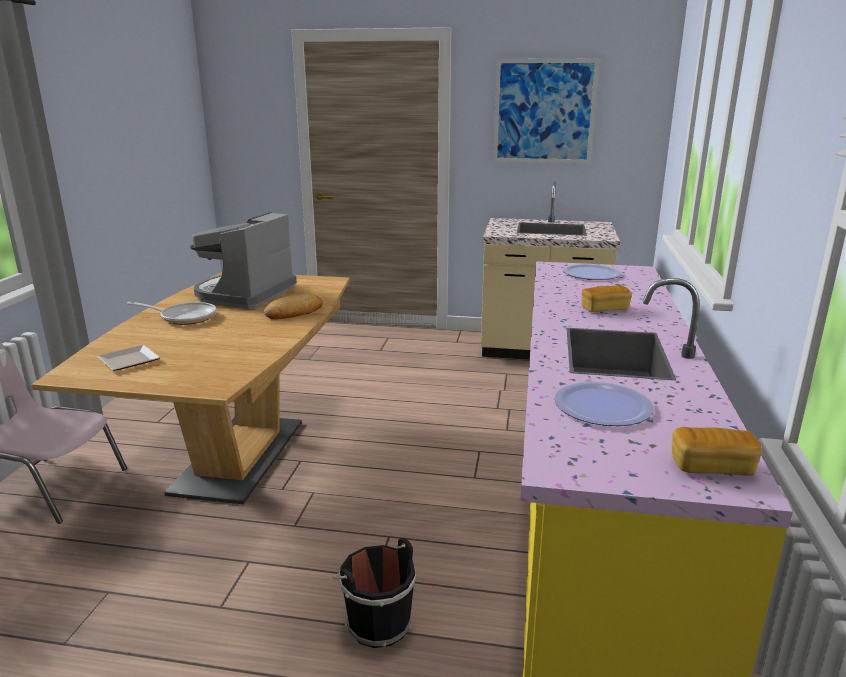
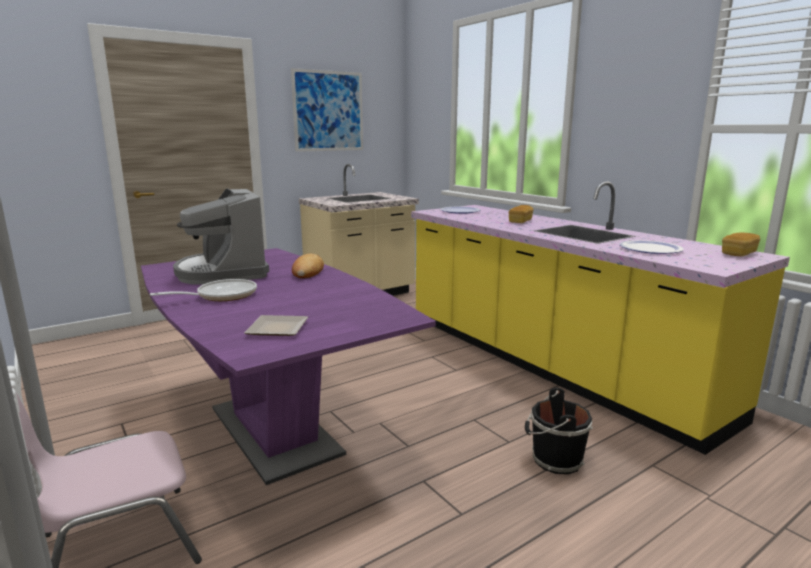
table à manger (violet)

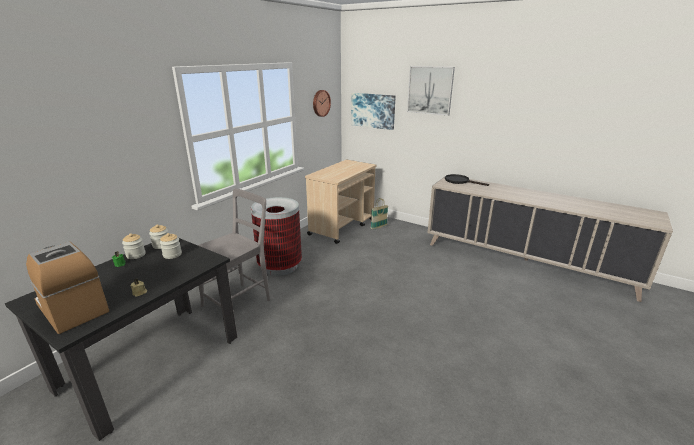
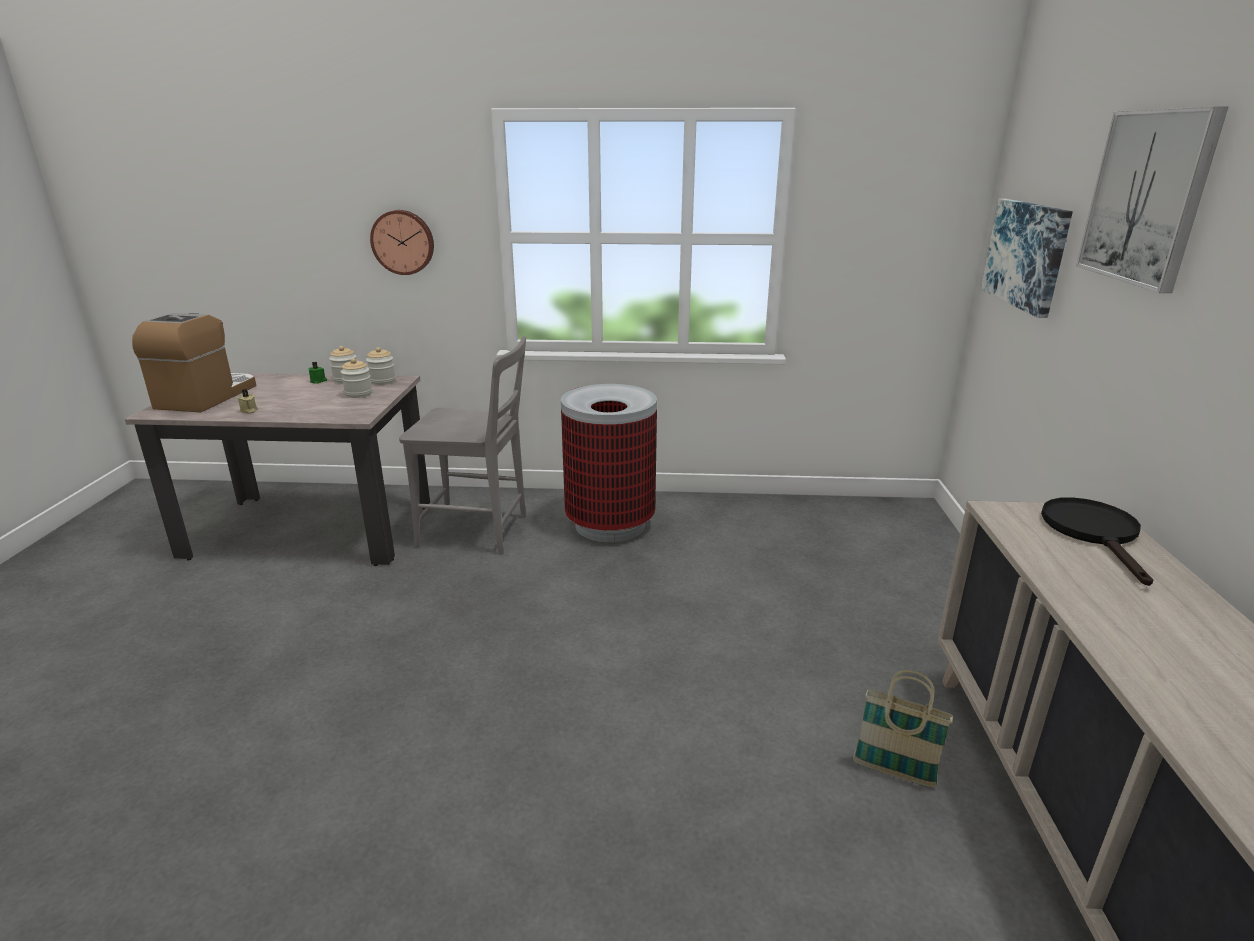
table à manger (beige)
horloge murale
panier
chariot (beige)

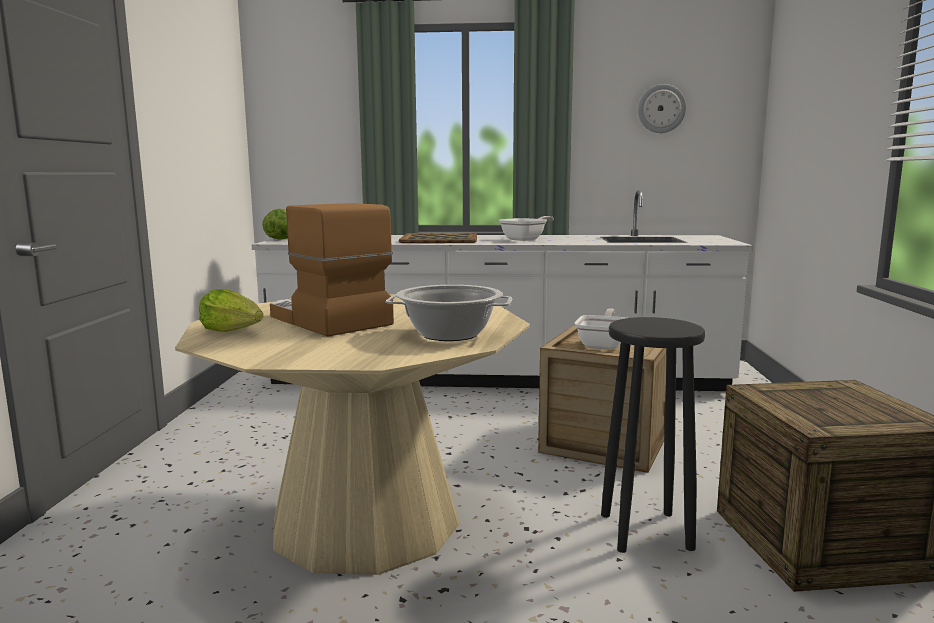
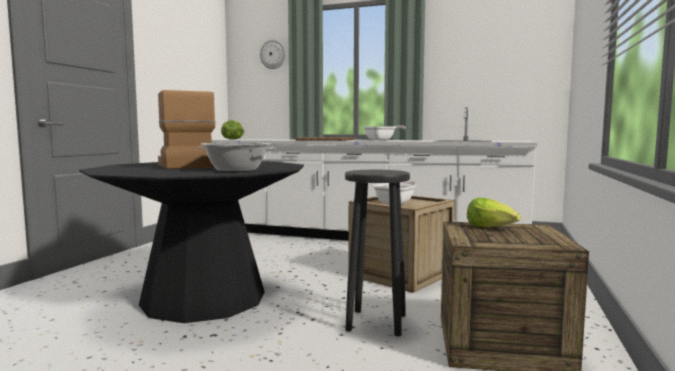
table à manger (noir)
horloge murale
laitue (no. 2 from left)

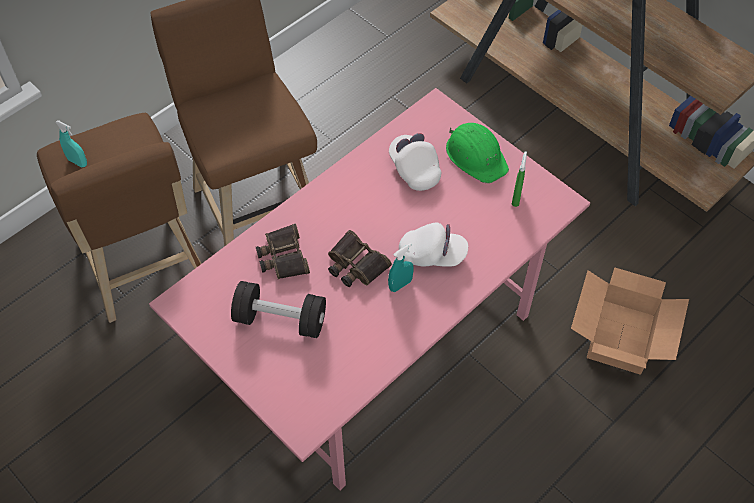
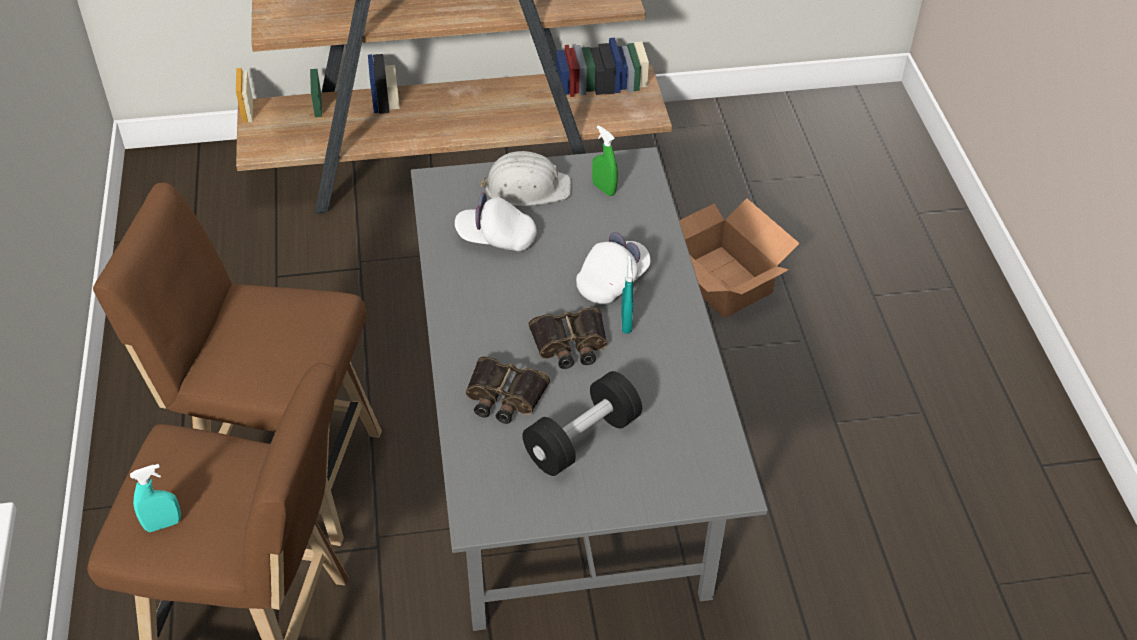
table à manger (gris)
casque de chantier (blanc)

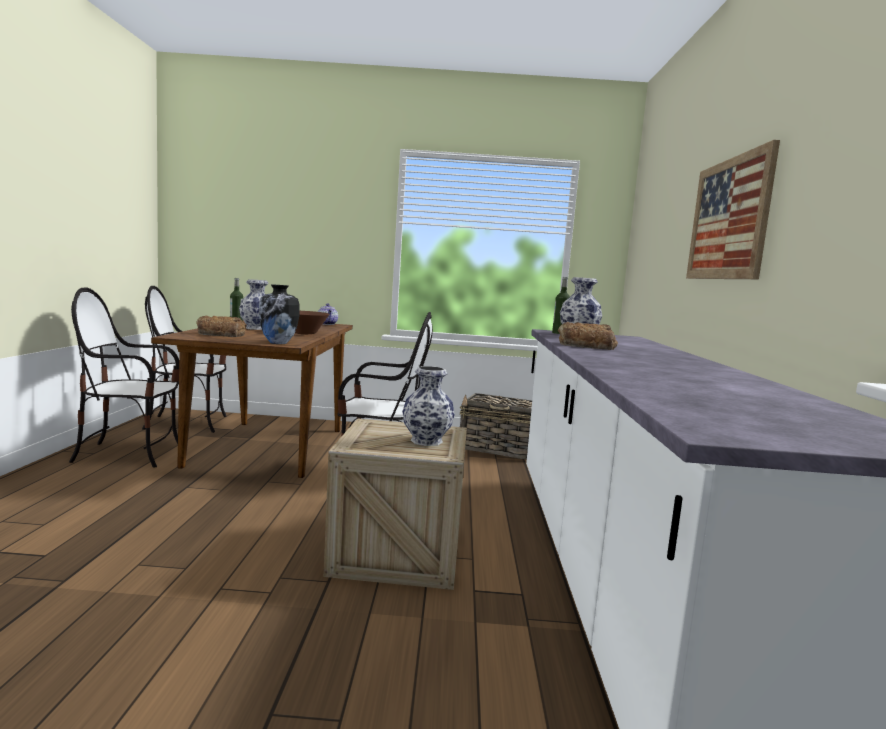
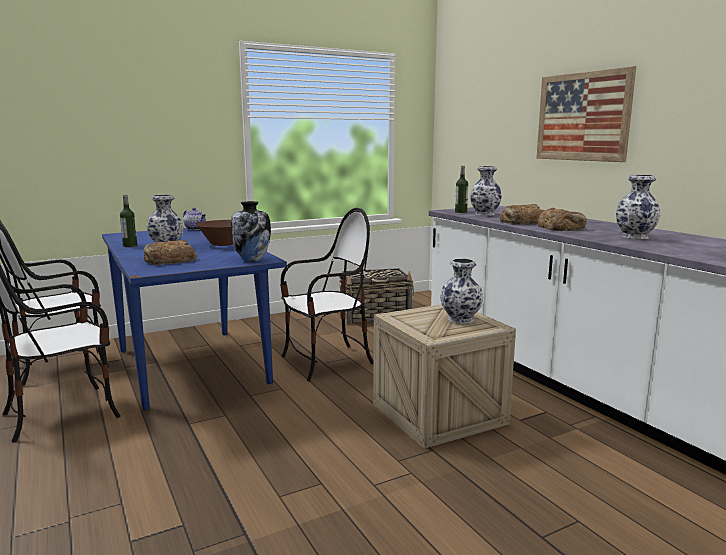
table à manger (bleu)
pain (no. 3 from left)
vase (no. 5 from left)

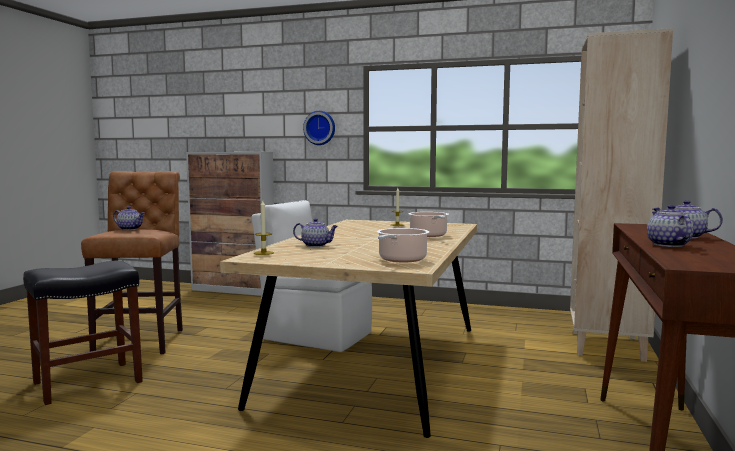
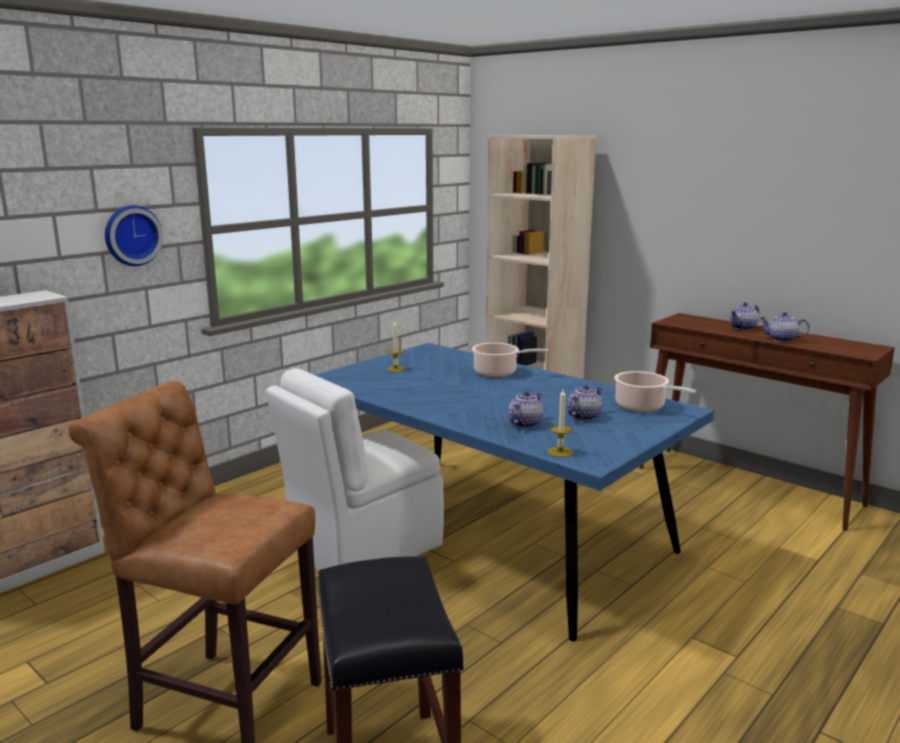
table à manger (bleu)
théière (no. 2 from left)

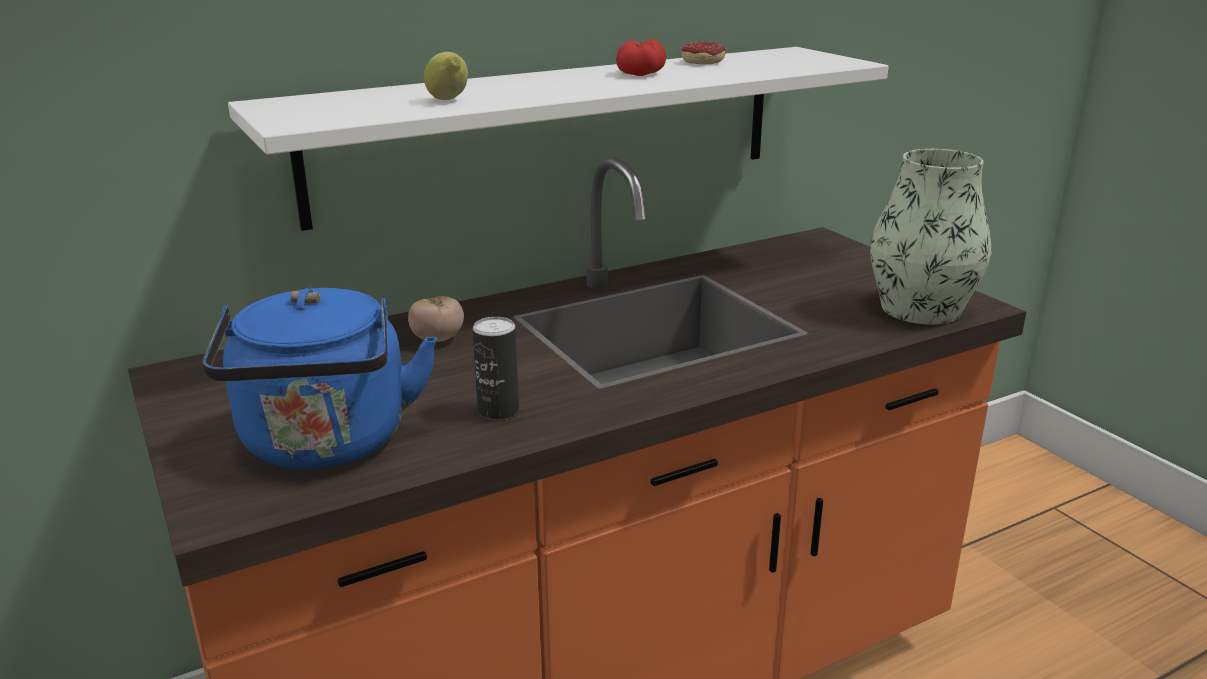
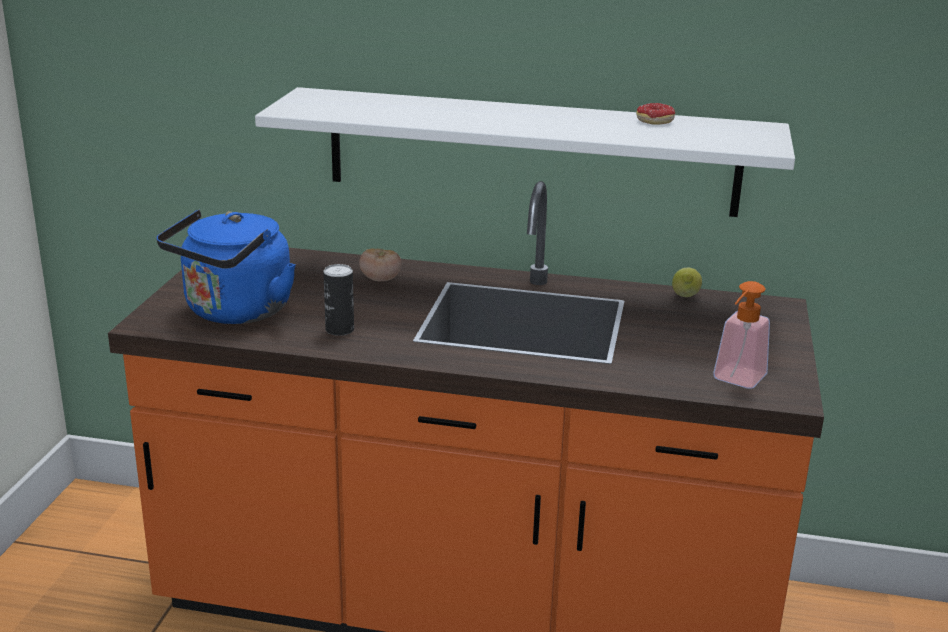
citron
distributeur de savon
tomate (no. 2 from left in the first image)

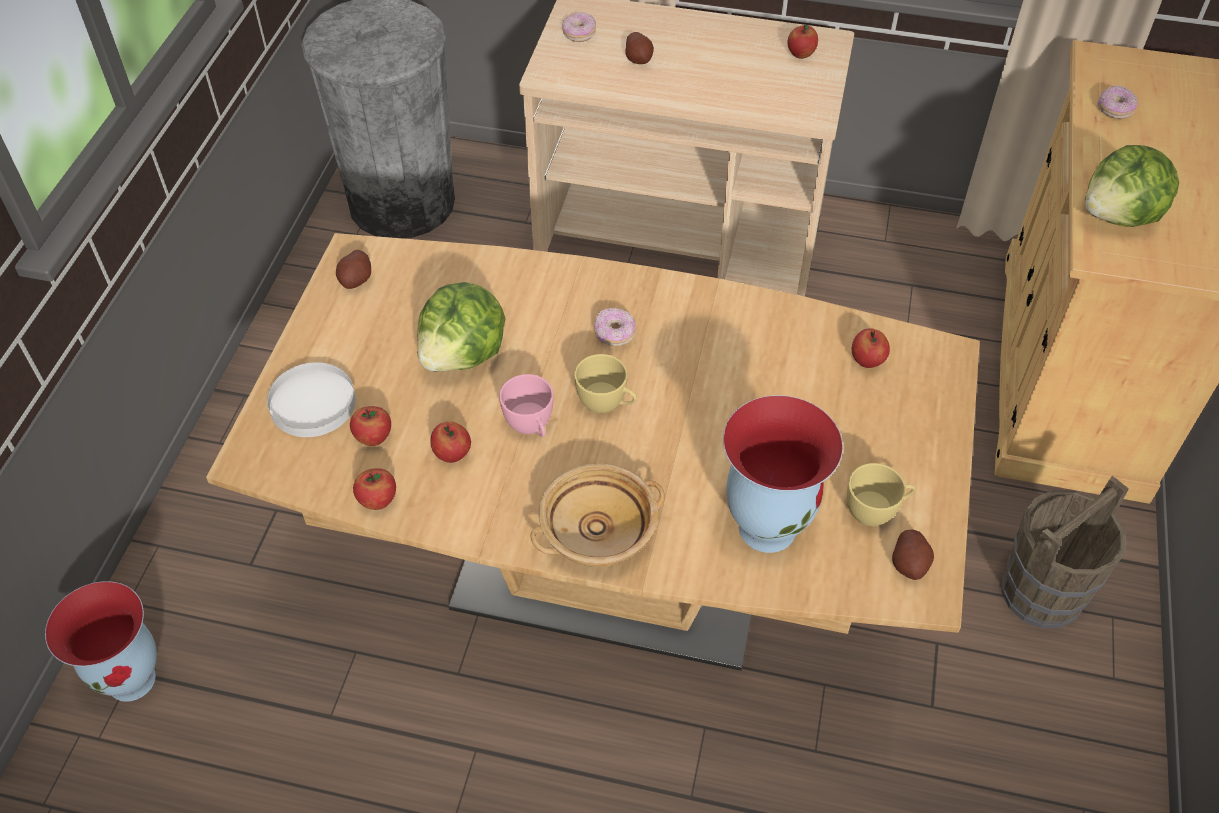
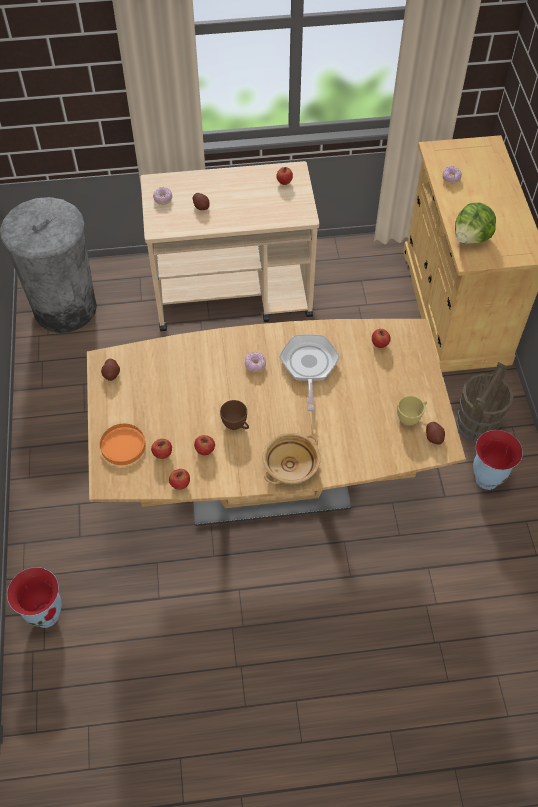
assiette (orange)
tasse (marron)
poêle
vase (no. 2 from left)
laitue (no. 1 from left in the first image)
tasse (jaune) (no. 1 from left in the first image)

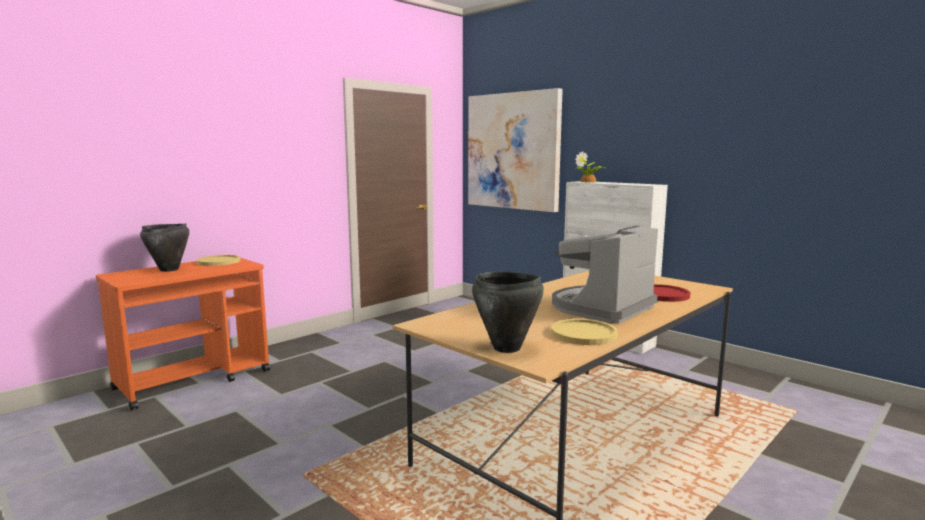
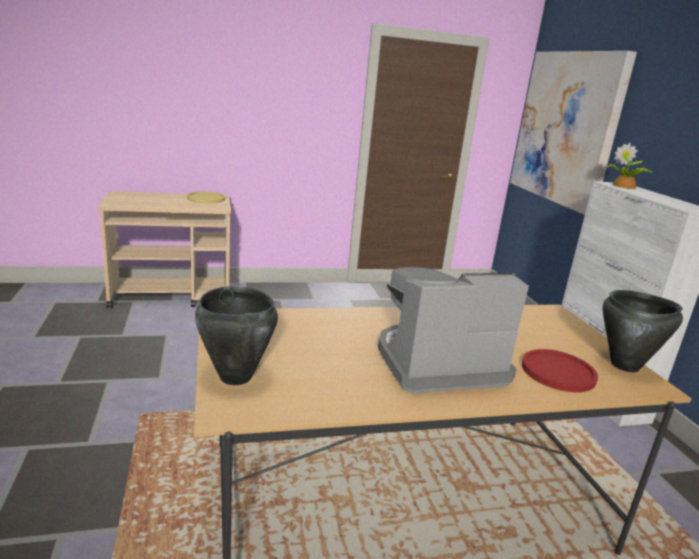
chariot (beige)
marmite (noir) (no. 2 from left)
assiette (jaune) (no. 2 from left in the first image)

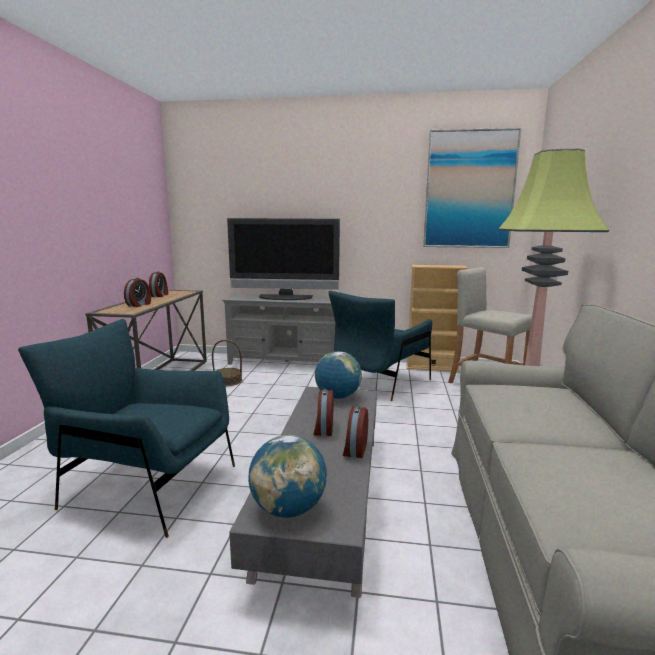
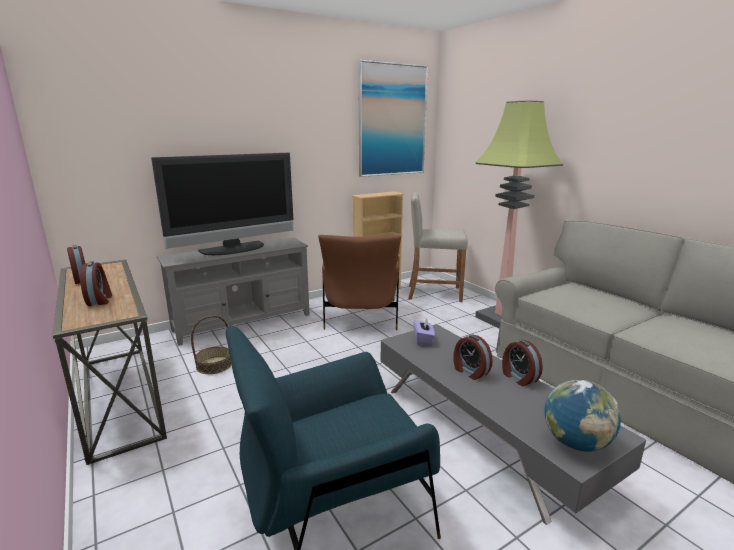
fauteuil (marron)
boîte à mouchoirs (violet)

